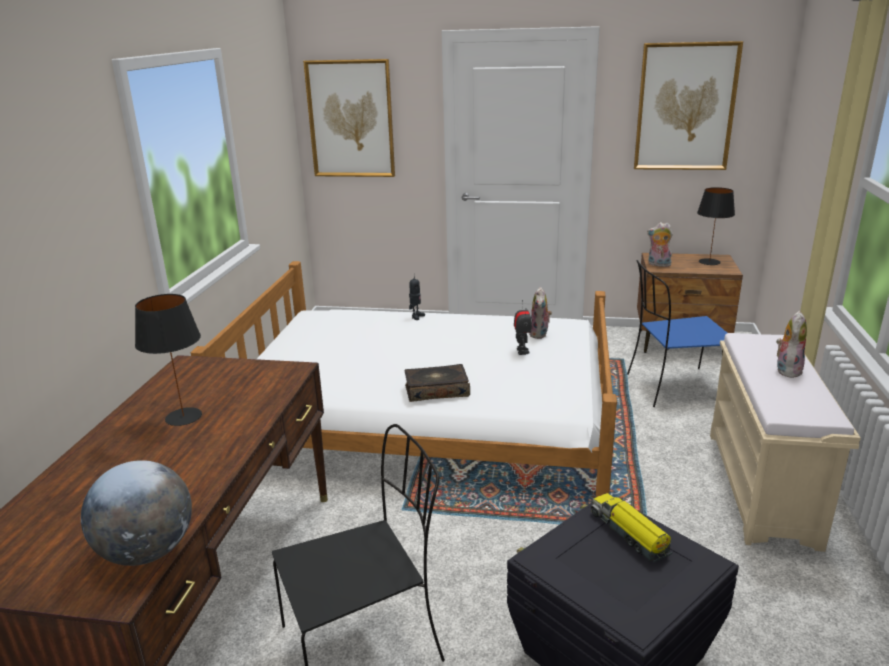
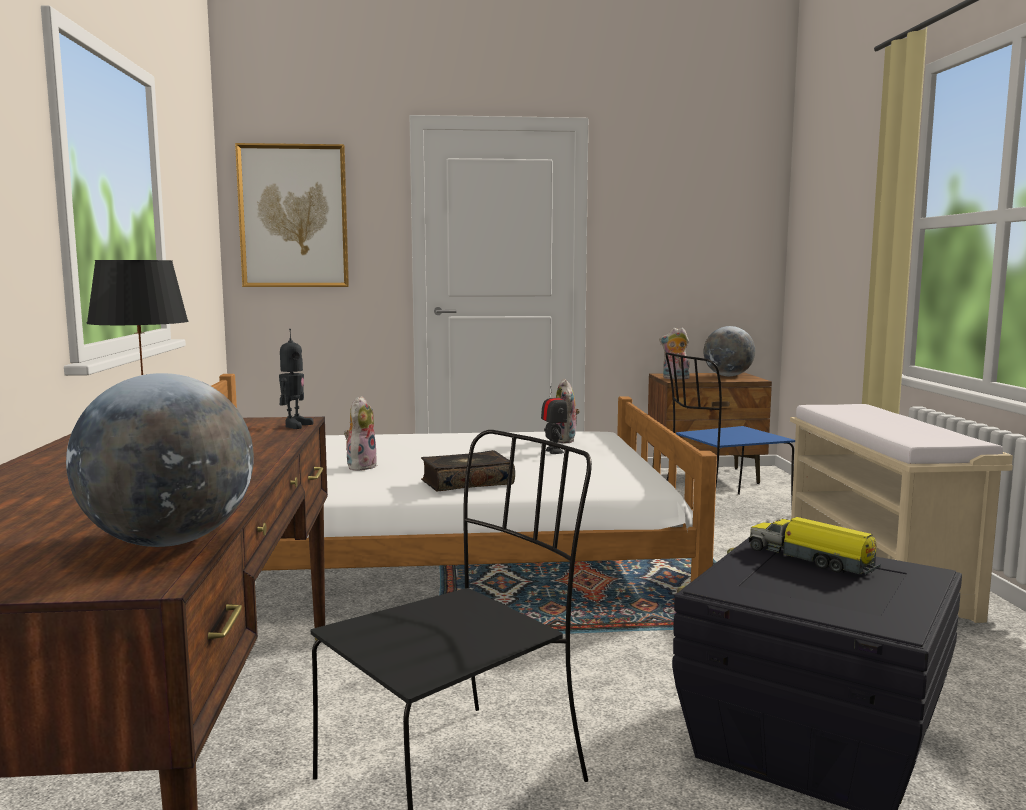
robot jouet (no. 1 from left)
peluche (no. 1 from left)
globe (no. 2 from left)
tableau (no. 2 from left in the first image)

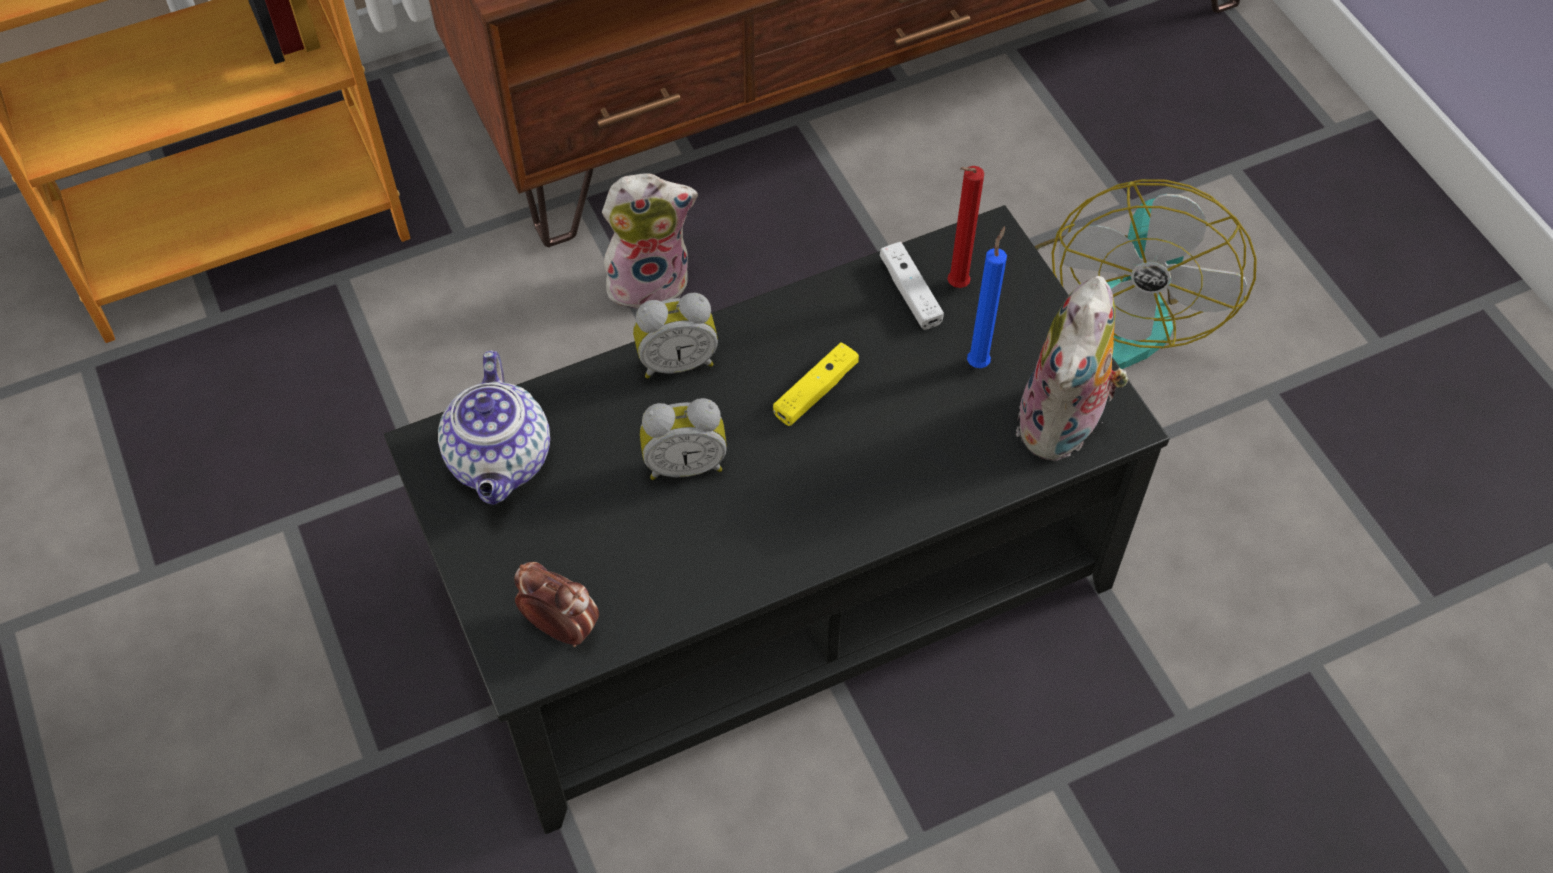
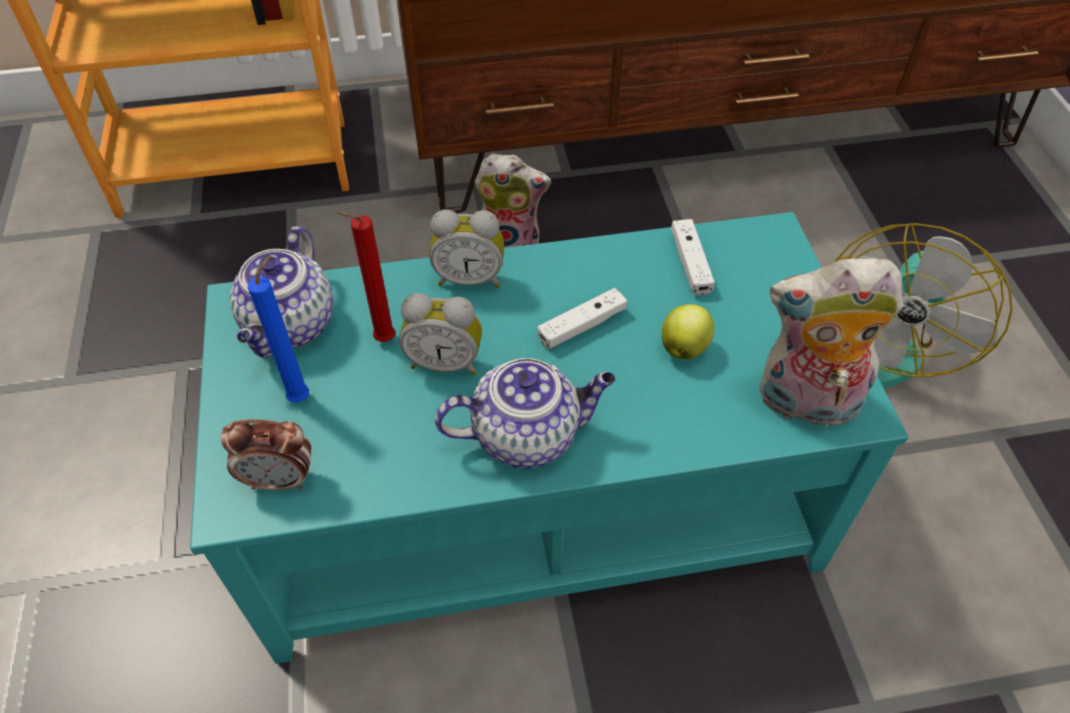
table basse (turquoise)
réveil (no. 1 from left)
bougie (bleu)
bougie (rouge)
théière (no. 2 from left)
manette (blanc) (no. 1 from left)
pomme
peluche (no. 2 from left)

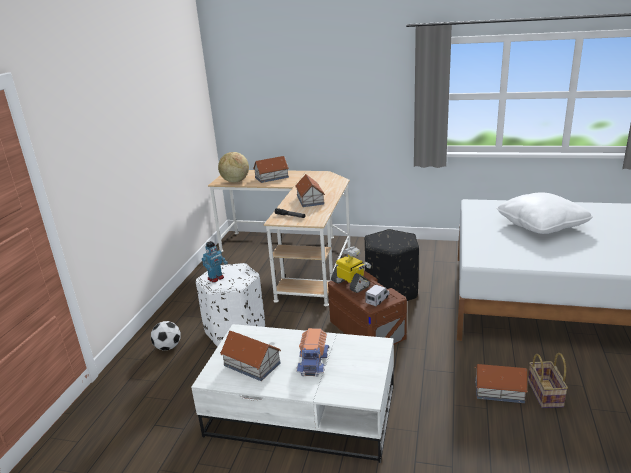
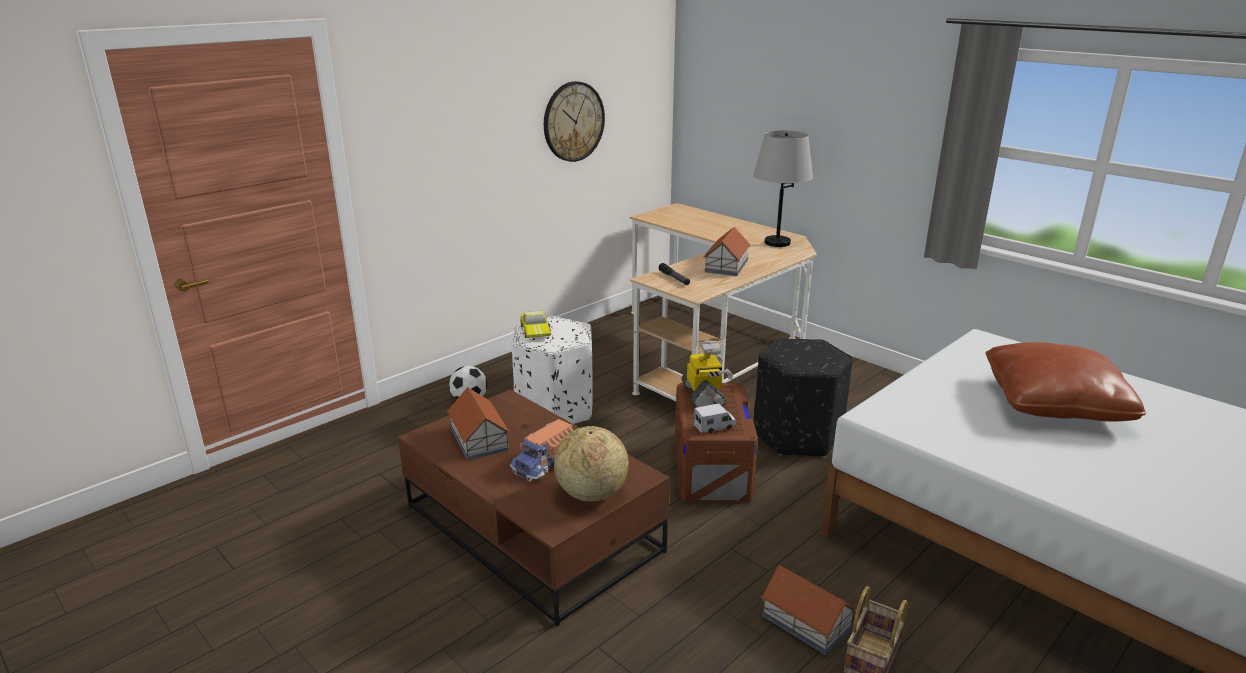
table basse (marron)
petite voiture
horloge murale
globe
lampe de table (gris)
coussin (marron)
maison miniature (no. 2 from left in the first image)

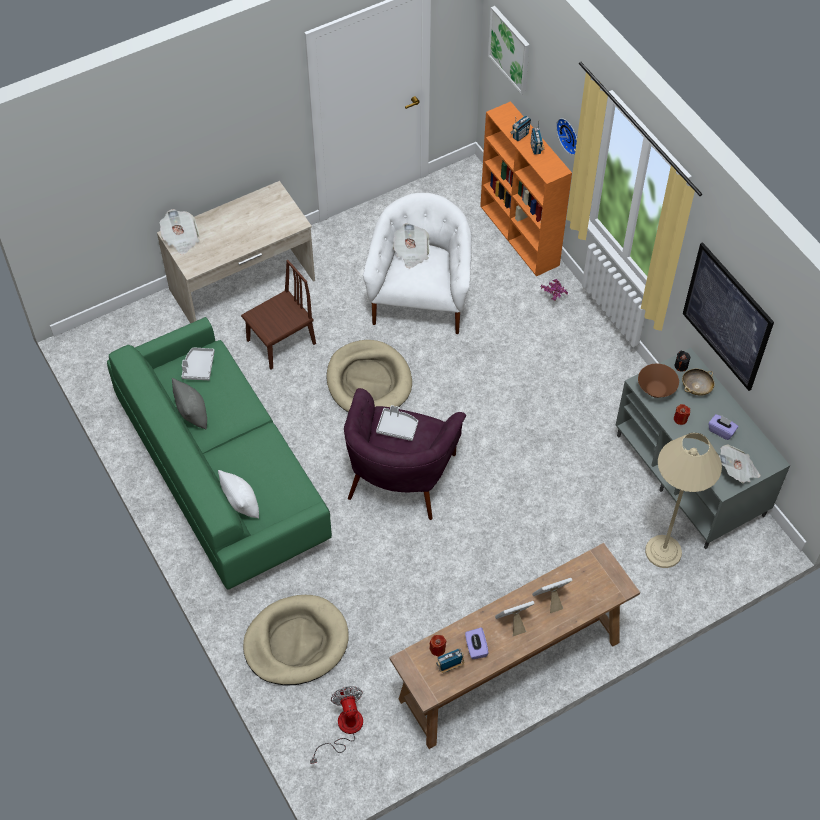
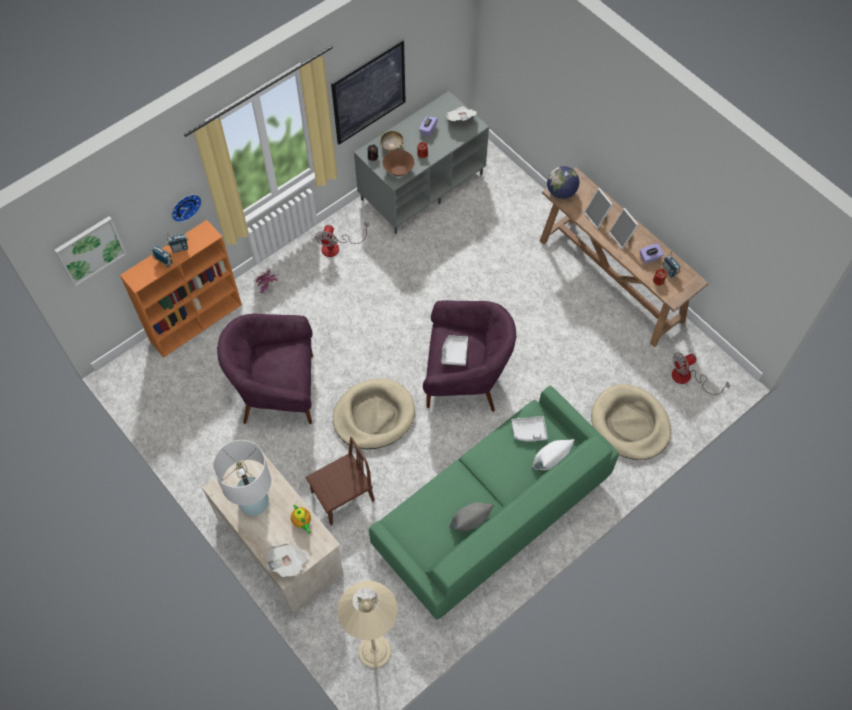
lampe de table (blanc)
fauteuil (violet) (no. 1 from left)
théière
chaise (marron)
ventilateur (no. 1 from left)
lampadaire (beige)
plateau (gris) (no. 2 from left)
globe
journal (no. 2 from left in the first image)

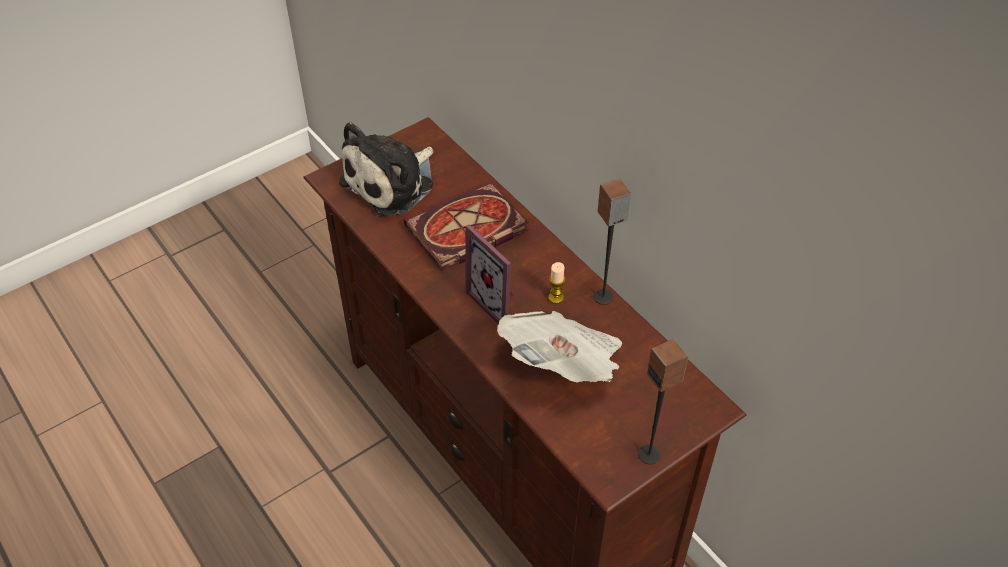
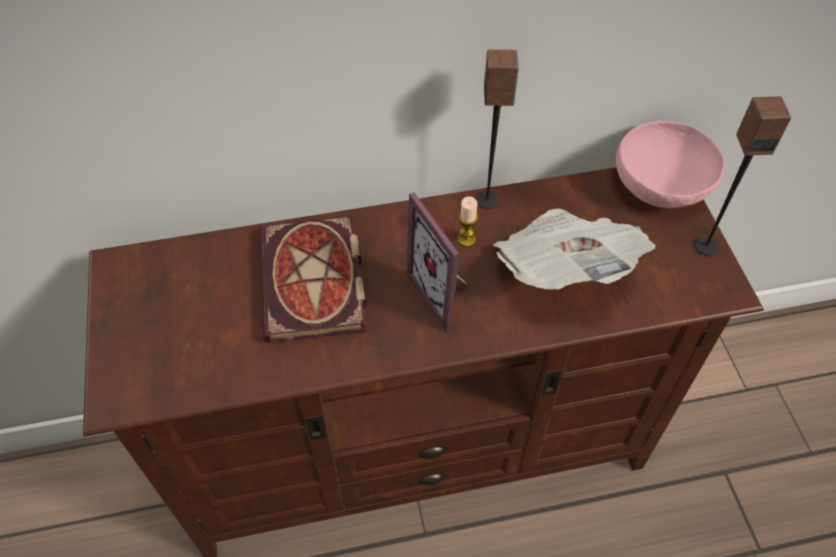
cadre photo
bol (rose)
peluche

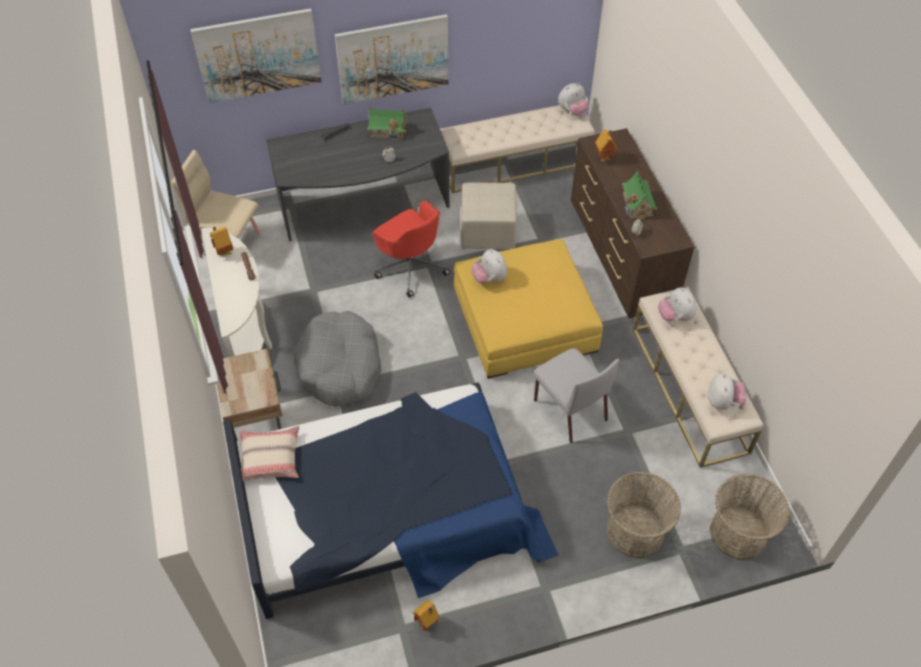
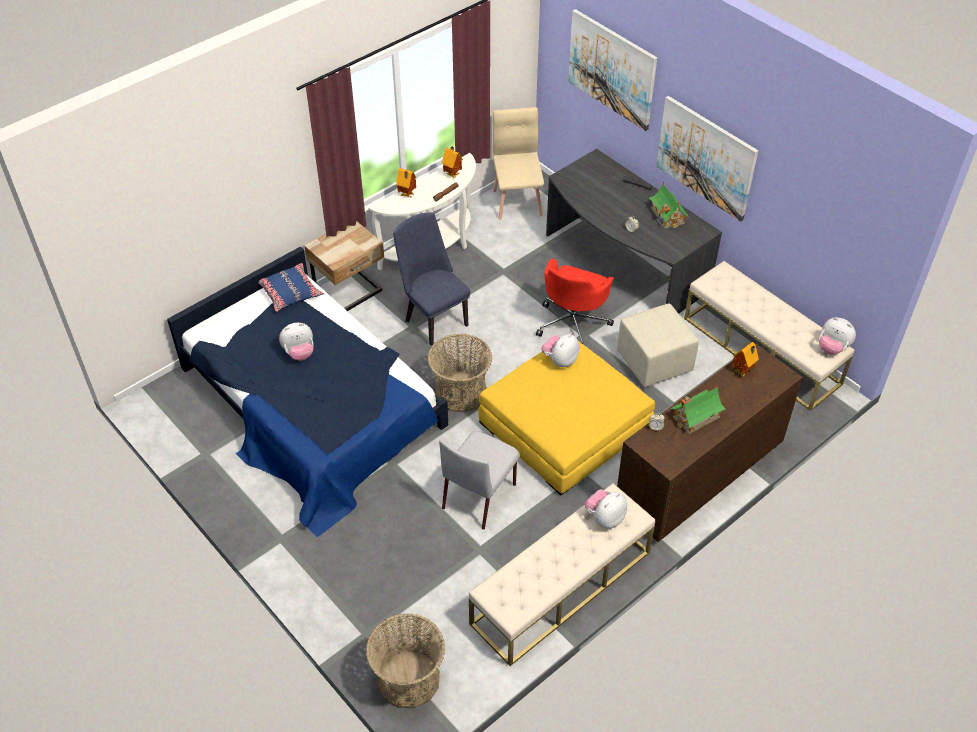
coussin (bleu)
peluche (no. 1 from left)
chaise (bleu)
maison miniature (no. 1 from left)
panier (no. 2 from left)

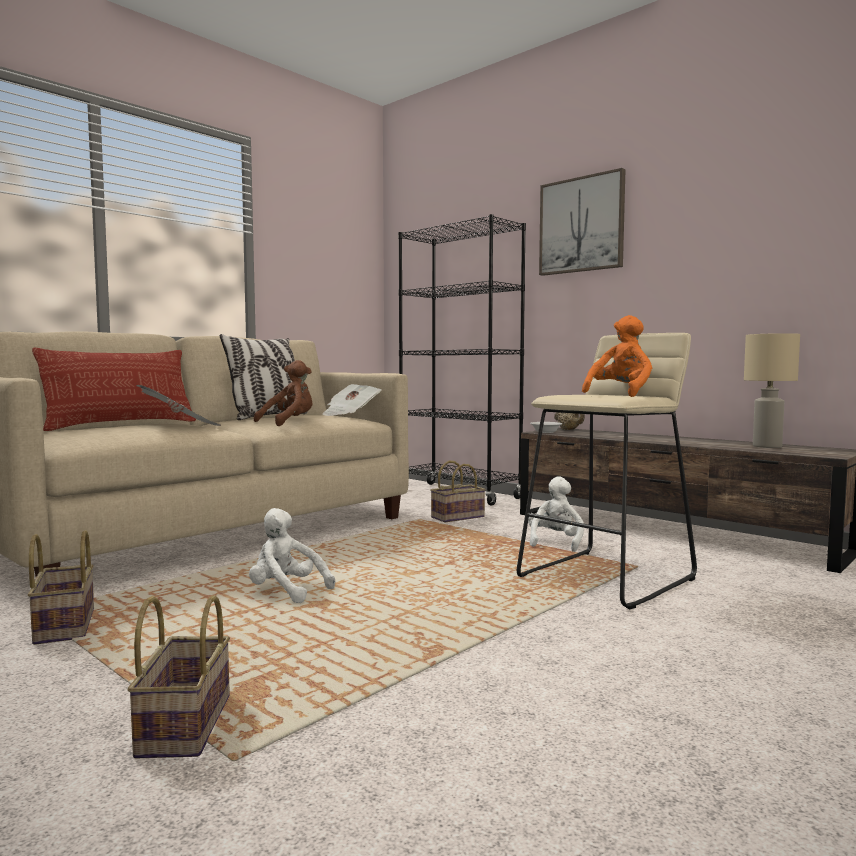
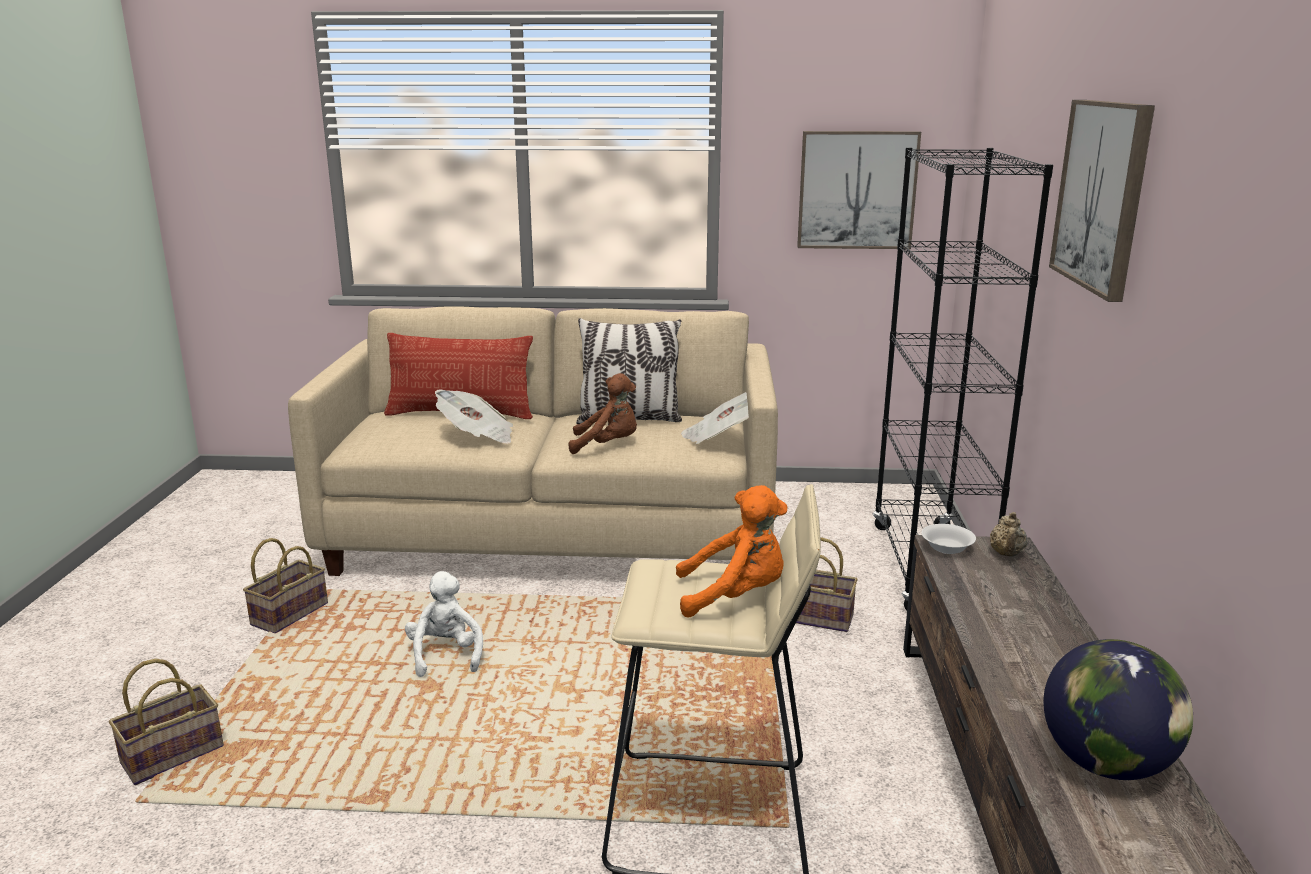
tableau (no. 1 from left)
globe
peluche (blanc) (no. 2 from left in the first image)

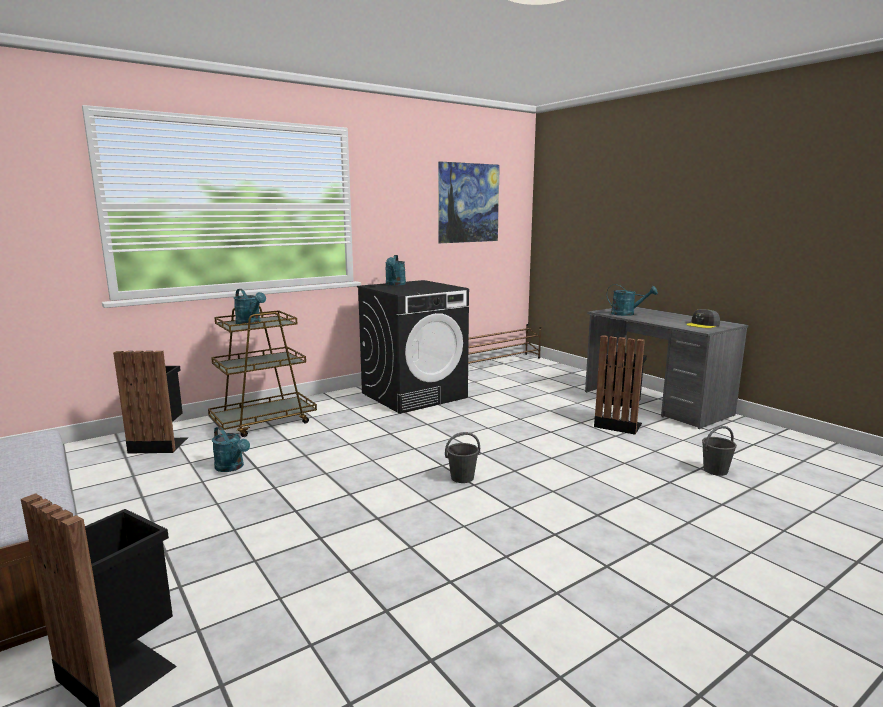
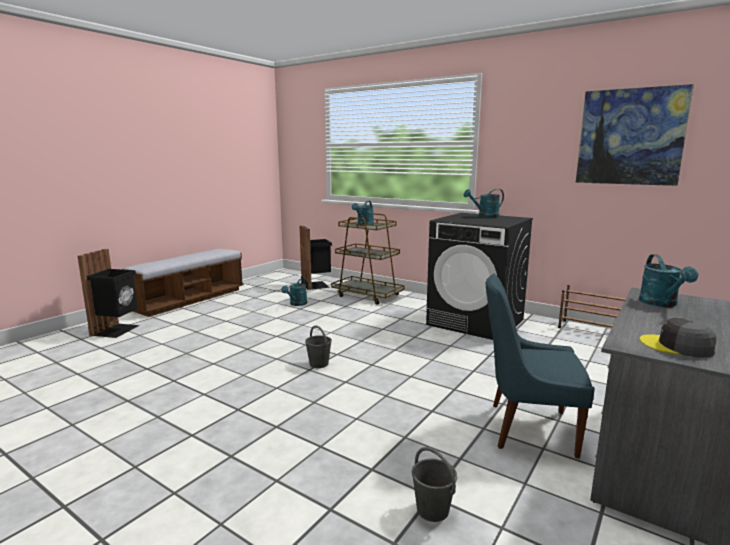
chaise (bleu)

